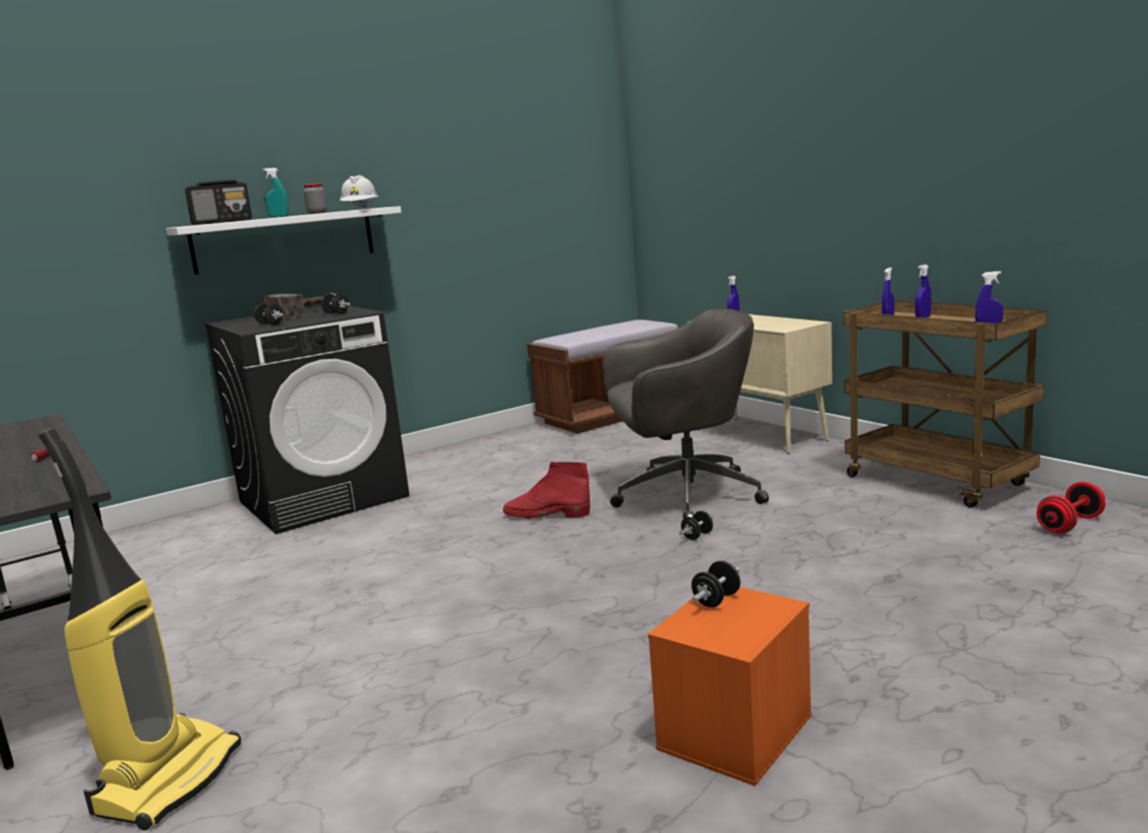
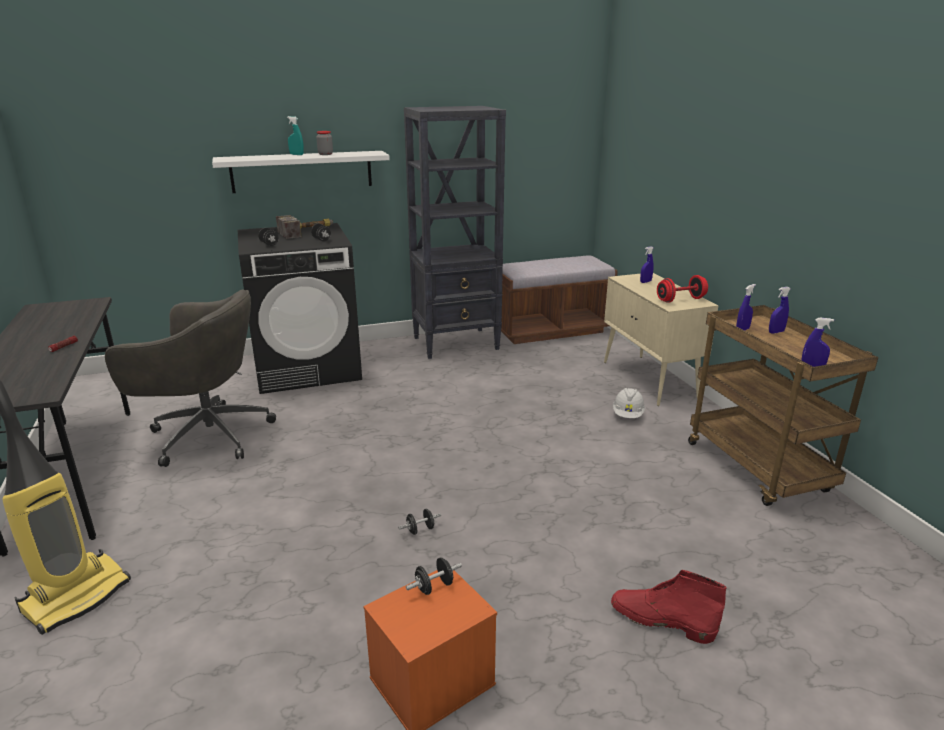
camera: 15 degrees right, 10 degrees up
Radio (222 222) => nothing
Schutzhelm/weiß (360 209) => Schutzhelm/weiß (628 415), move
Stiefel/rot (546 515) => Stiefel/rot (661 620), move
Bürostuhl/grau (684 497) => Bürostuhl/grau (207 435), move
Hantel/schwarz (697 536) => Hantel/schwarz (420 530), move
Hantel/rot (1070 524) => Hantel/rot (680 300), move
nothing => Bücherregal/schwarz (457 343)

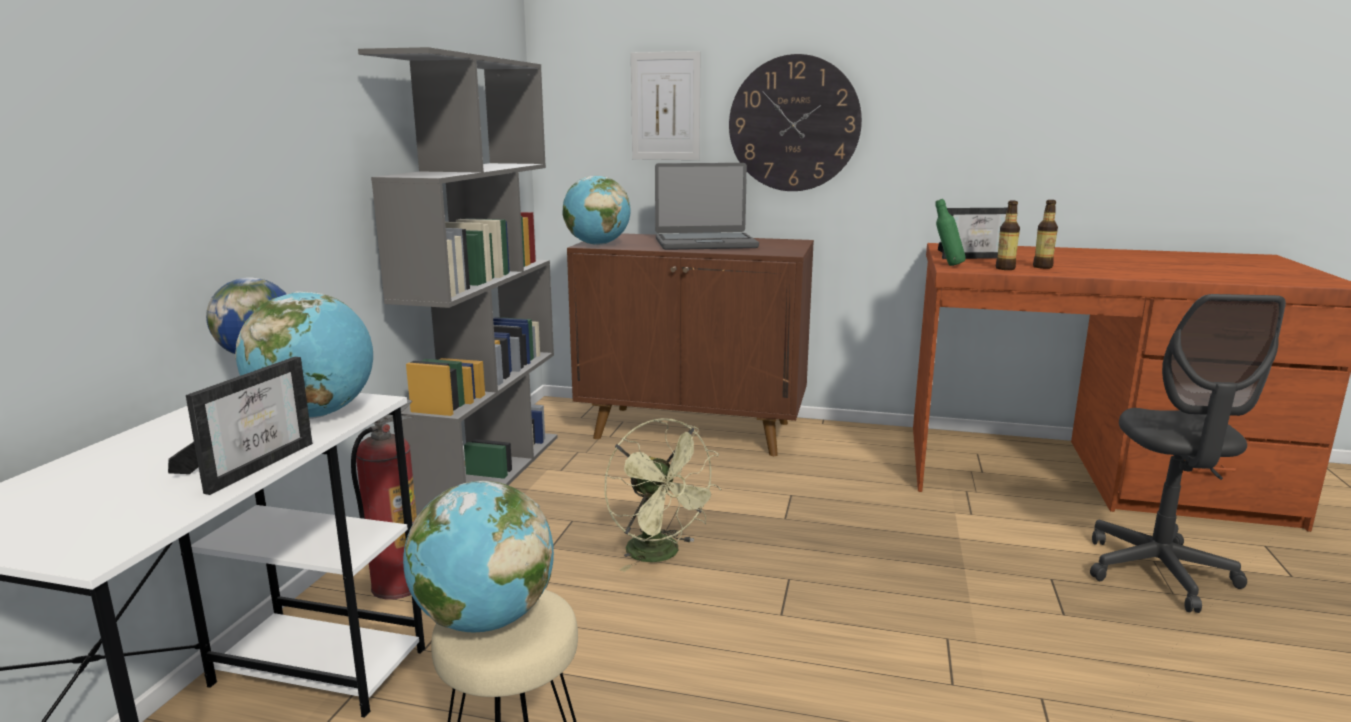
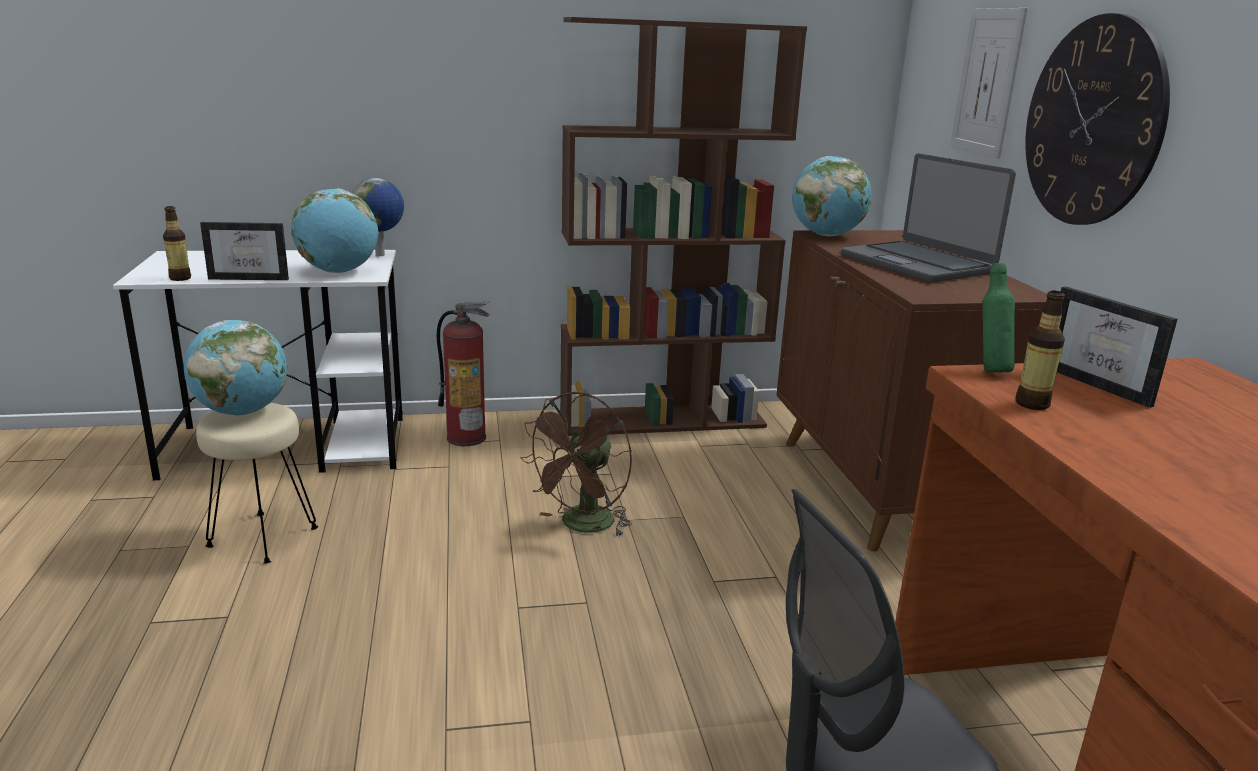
camera: 65 degrees right, 5 degrees up
Bücherregal/grau (489 473) => Bücherregal/braun (663 419)
Ventilator/grün (661 555) => Ventilator/braun (582 526)
Flasche (1042 267) => Flasche (180 278), move

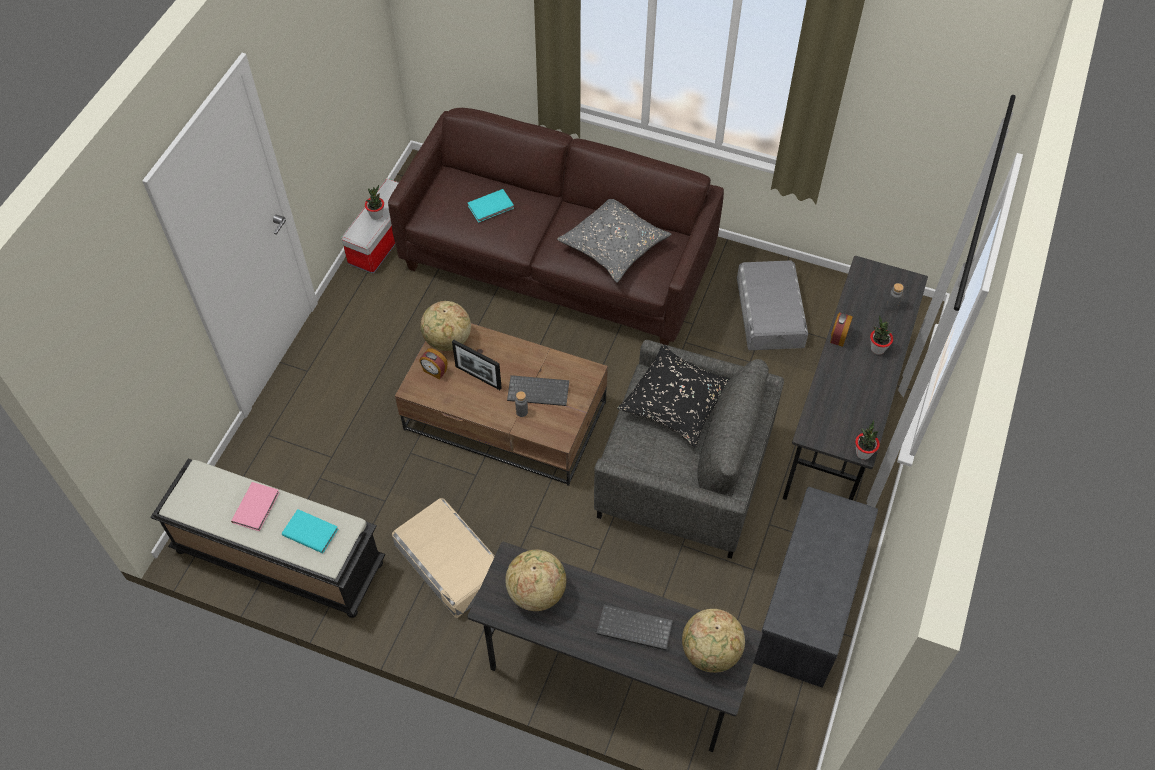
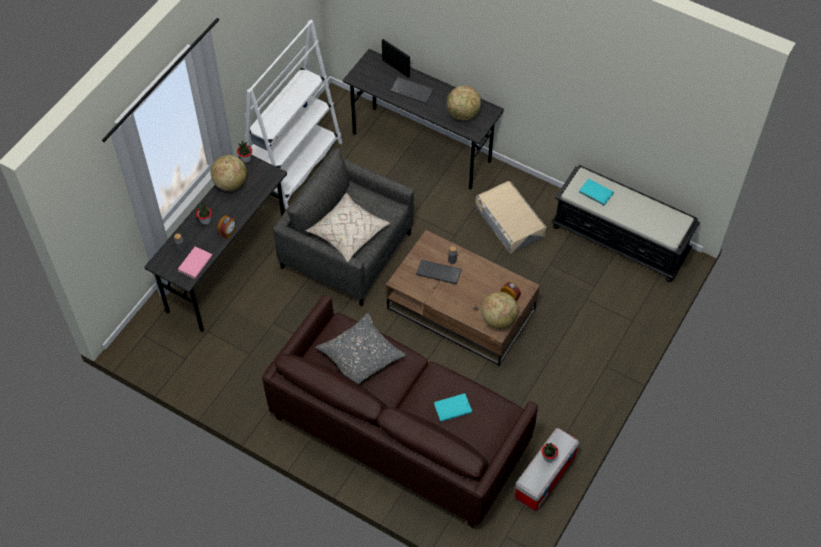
camera: 170 degrees left, 0 degrees up
Buch/rosa (257 507) => Buch/rosa (194 263), move
Bilderrahmen (478 377) => Bilderrahmen (396 68), move
Kissen/schwarz (676 403) => Kissen/beige (348 233)
Globus (710 652) => Globus (230 183), move
Aufbewahrungsbox/grau (769 311) => nothing
Bank/grau (808 606) => Bücherregal/weiß (294 166)

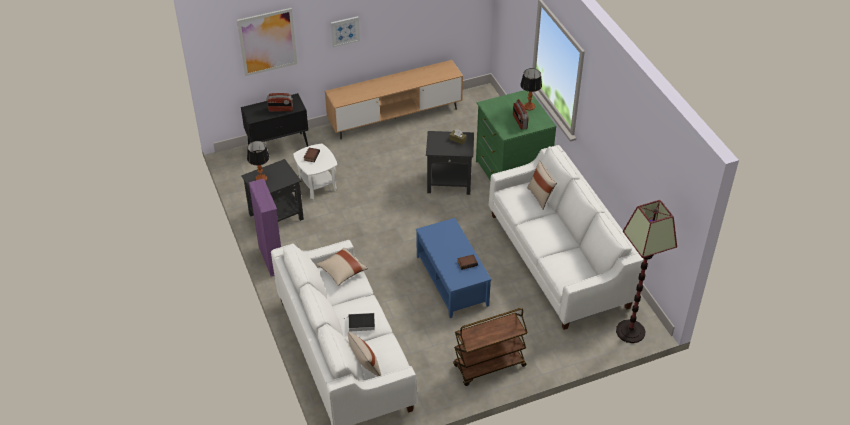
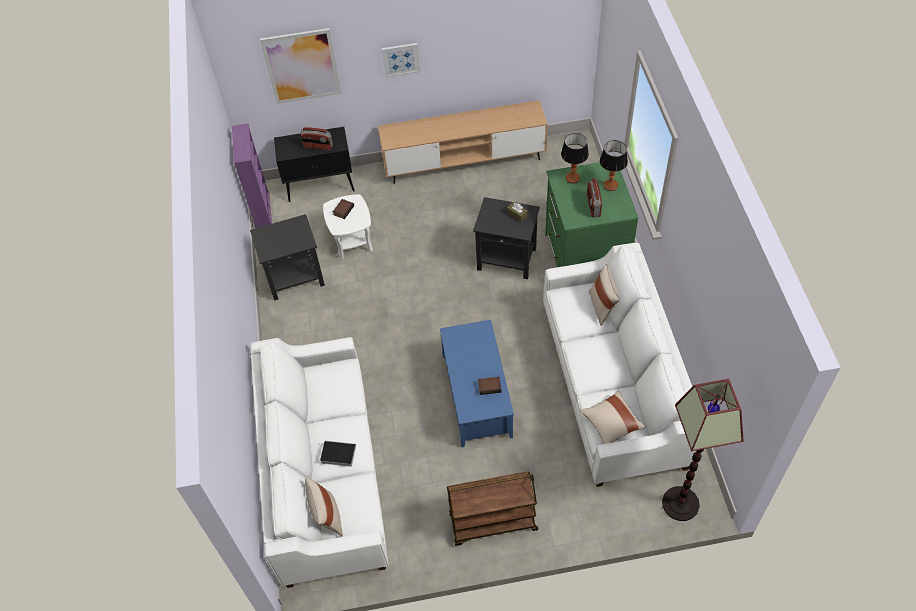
camera: 15 degrees right, 10 degrees up
Tischlampe (261 179) => Tischlampe (572 178), move
Bücherregal/lila (271 259) => Bücherregal/lila (262 210), move
Kissen/beige (342 271) => Kissen/beige (611 423), move

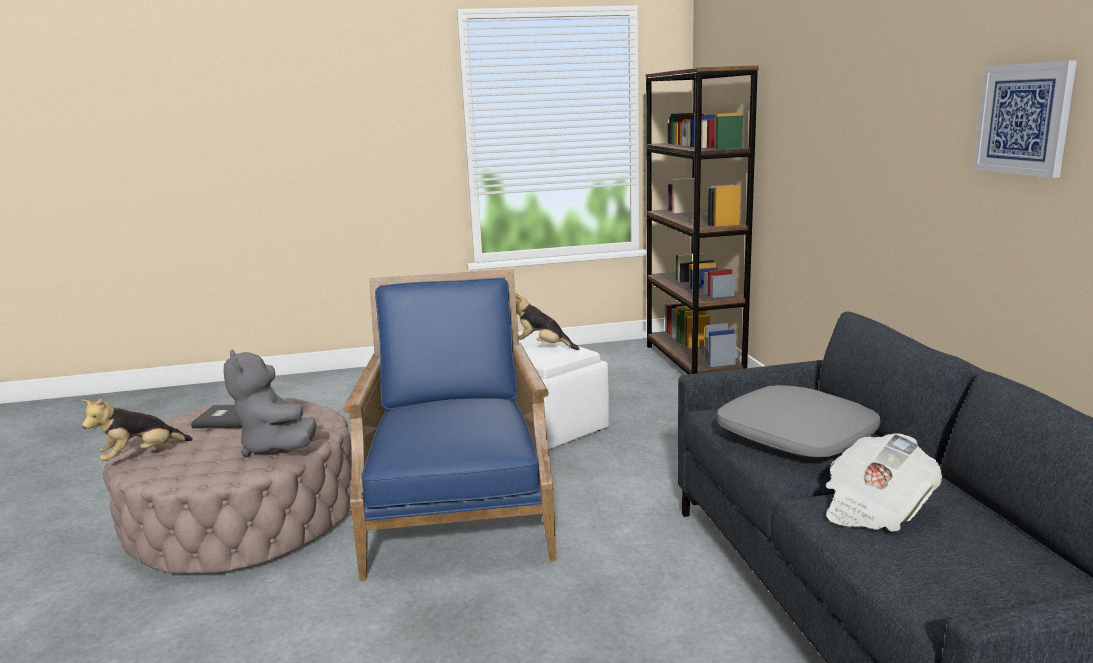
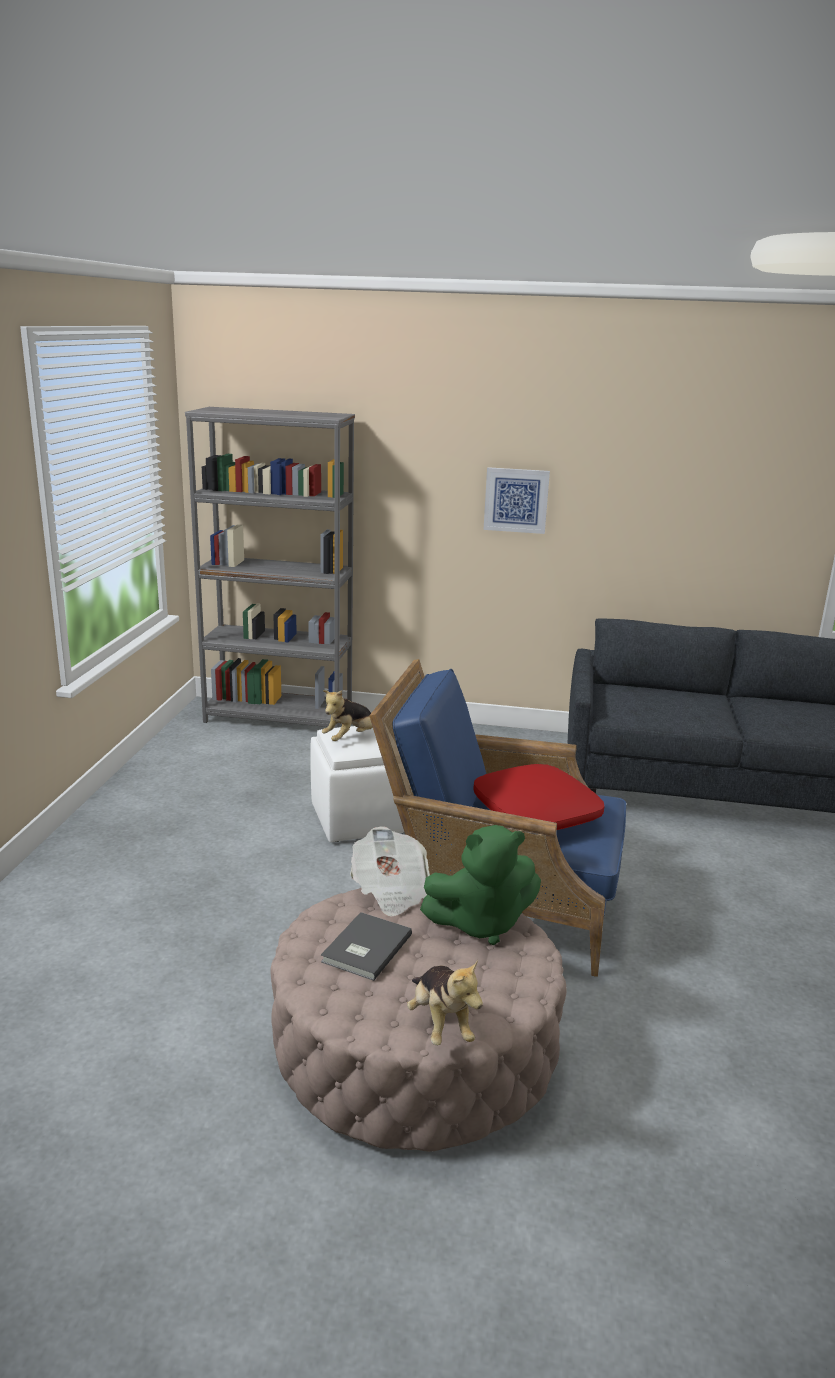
camera: 70 degrees left, 5 degrees up
Plüschtier/grau (275 447) => Plüschtier/grün (481 923)
Bücherregal/braun (693 362) => Bücherregal/grau (279 718)
Kissen/grau (796 437) => nothing
Zeitung (874 509) => Zeitung (390 891), move
Bild (1024 119) => Bild (516 500), move
nothing => Kissen/rot (537 812)

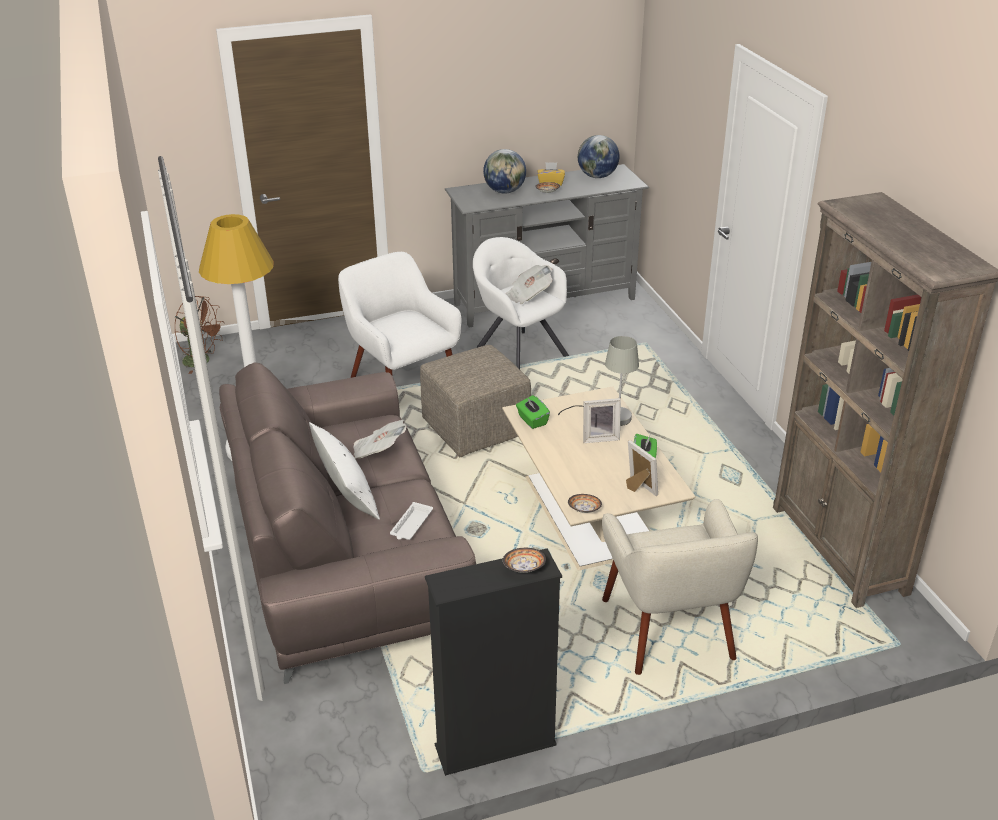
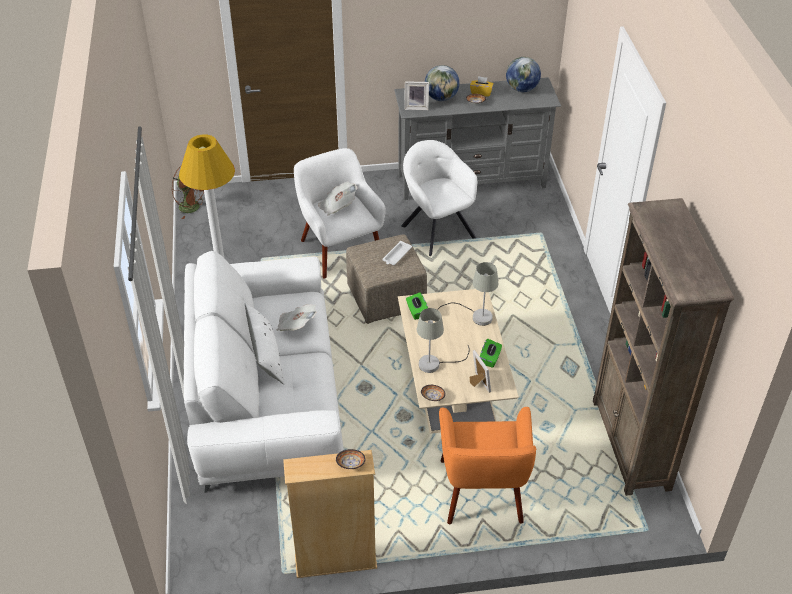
camera: 10 degrees right, 10 degrees up
Sofa/braun (346 554) => Sofa/weiß (266 395)
Tablett/weiß (411 525) => Tablett/weiß (396 255), move
Bücherregal/schwarz (495 746) => Bücherregal/beige (335 562)
Zeitung (528 296) => Zeitung (337 206), move
Bilderrahmen (600 437) => Bilderrahmen (416 107), move
Sessel/beige (669 630) => Sessel/orange (482 492)
nothing => Tischlampe/grau (435 363)

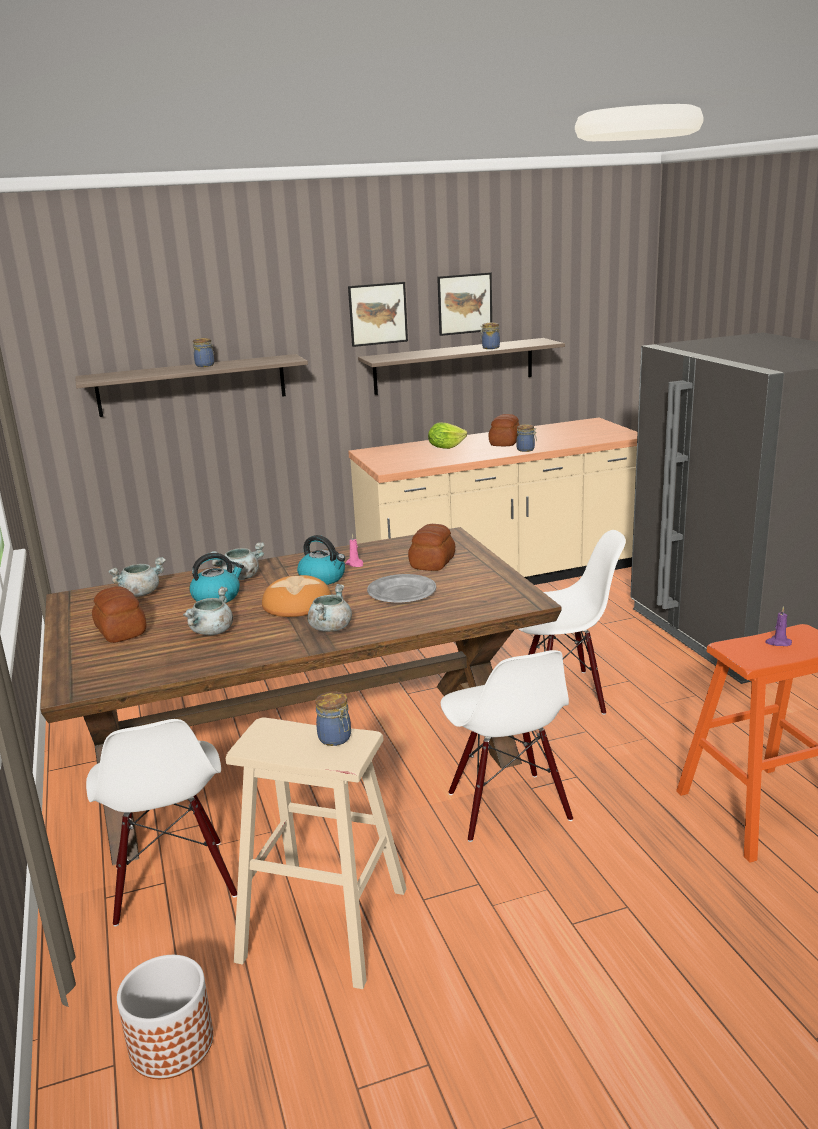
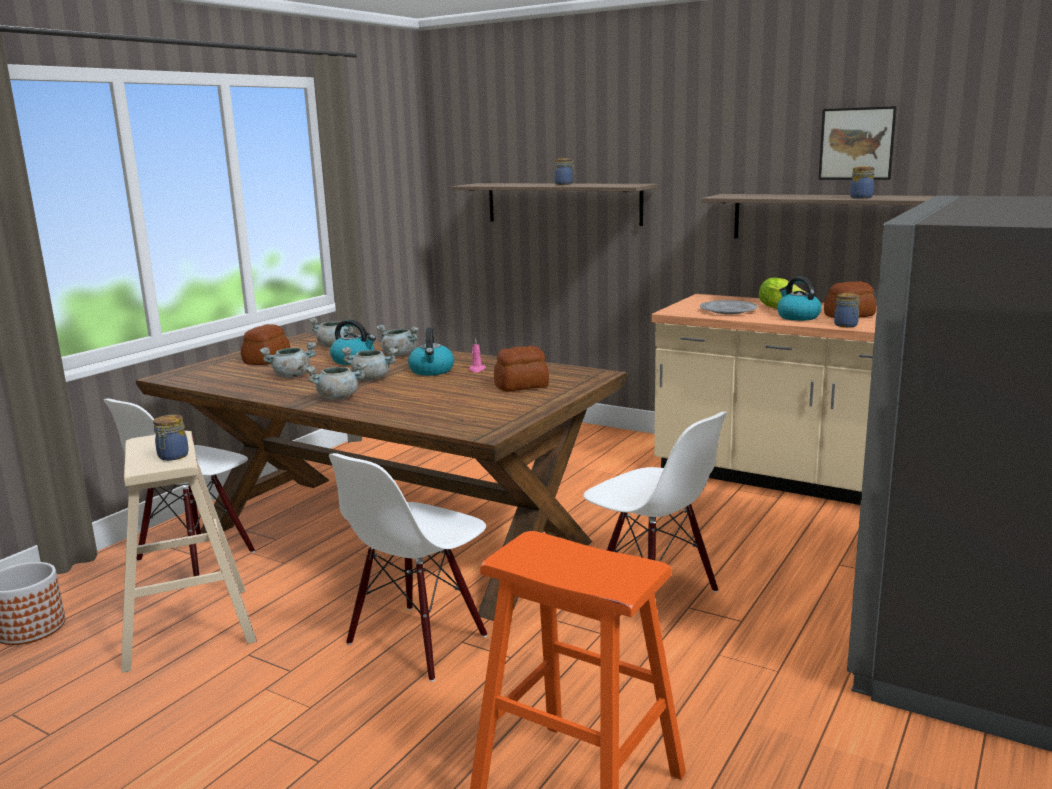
camera: 50 degrees right, 5 degrees down
Brot (297 603) => Kochtopf/grau (372 378)
Bild (378 314) => nothing
Teller/grau (401 593) => Teller/grau (727 311), move
Kerze/lila (778 642) => nothing
nothing => Wasserkessel (797 317)

